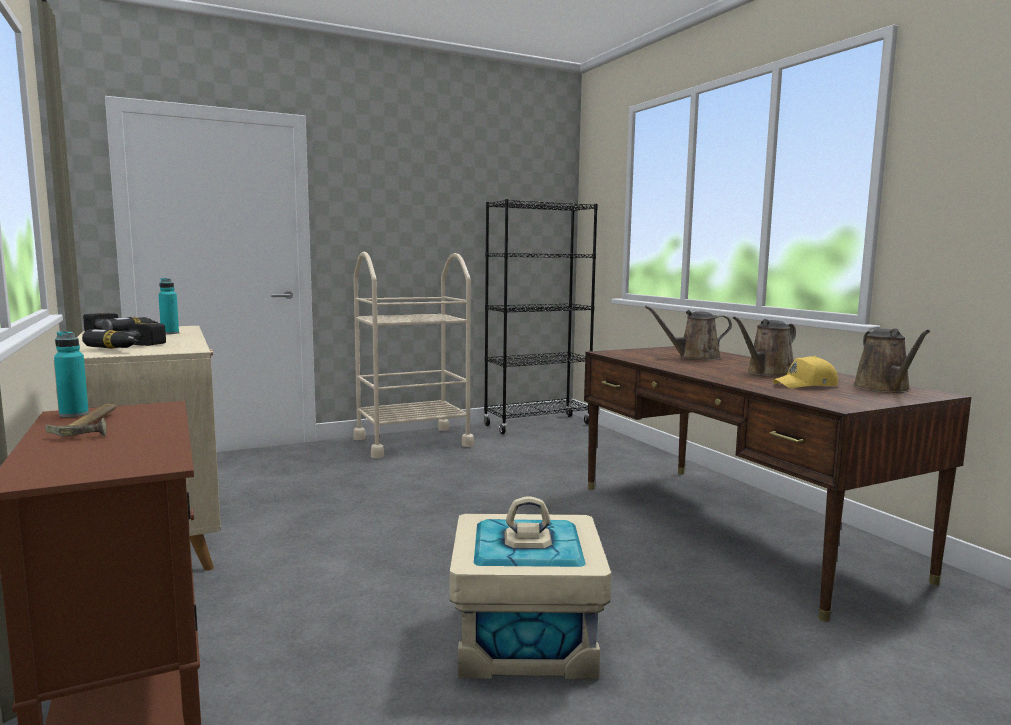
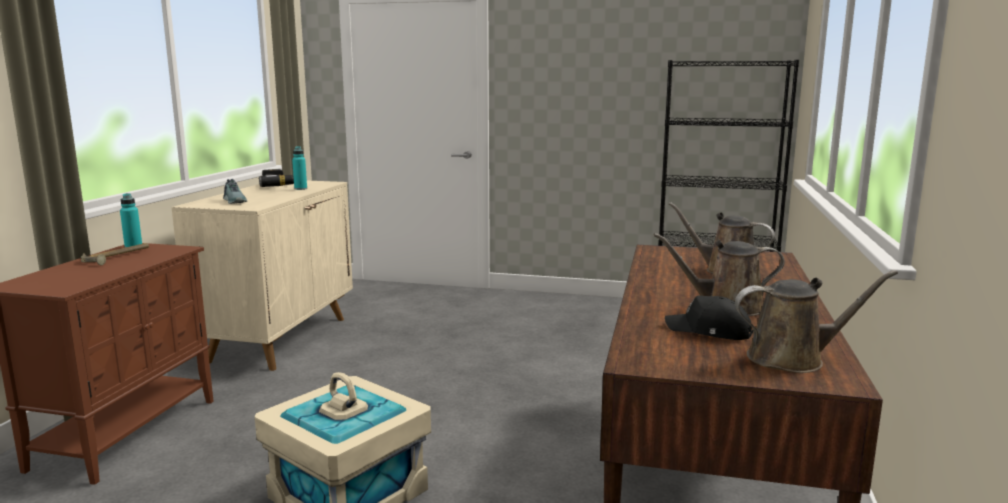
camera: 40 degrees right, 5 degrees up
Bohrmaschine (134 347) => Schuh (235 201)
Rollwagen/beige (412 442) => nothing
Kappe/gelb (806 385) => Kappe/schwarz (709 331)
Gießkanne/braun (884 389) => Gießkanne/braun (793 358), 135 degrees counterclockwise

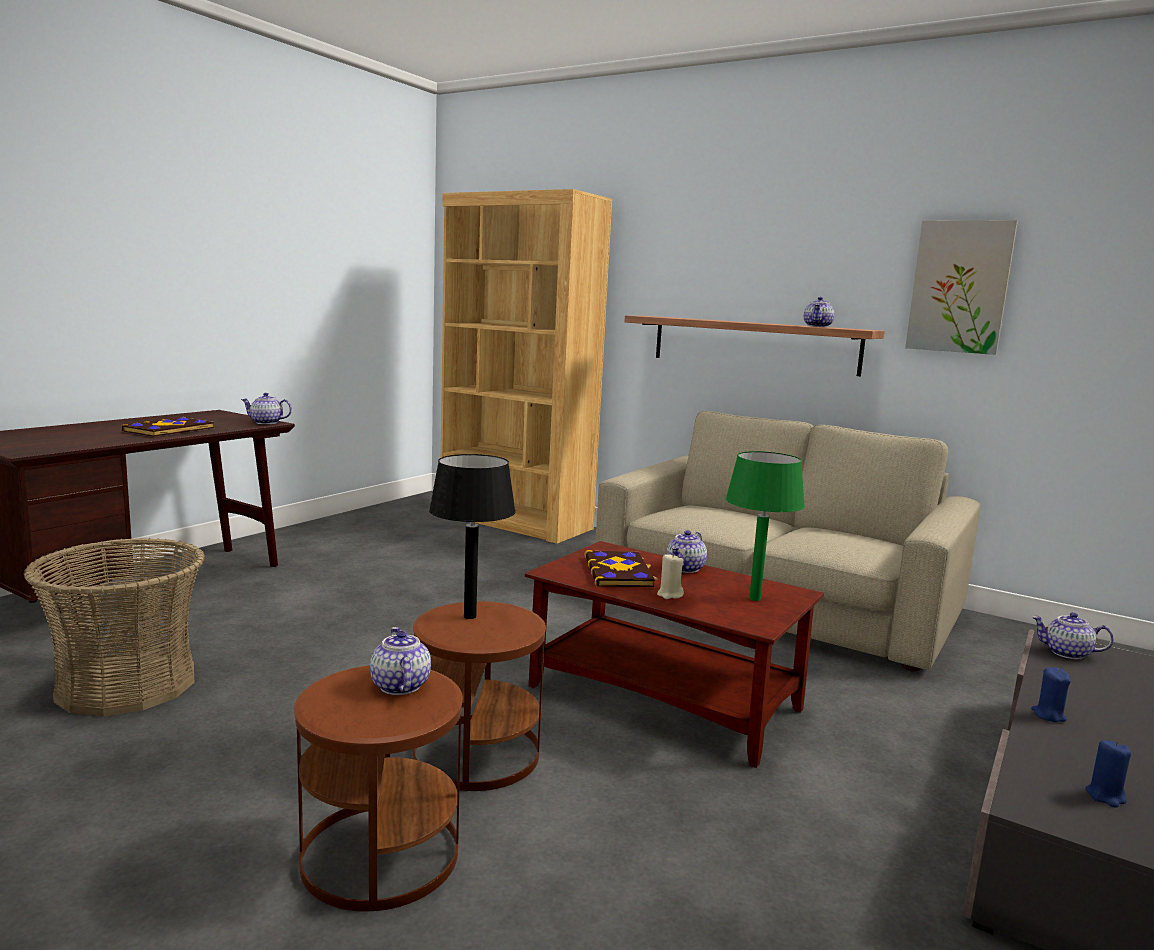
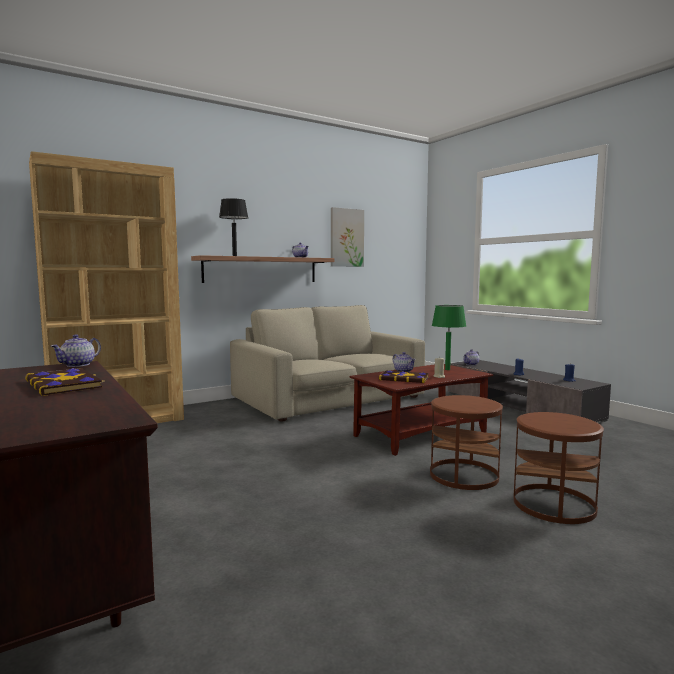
camera: 65 degrees left, 5 degrees down
Korb (126 684) => nothing
Teekanne (399 685) => nothing
Tischlampe/schwarz (470 616) => Tischlampe/schwarz (234 256), move

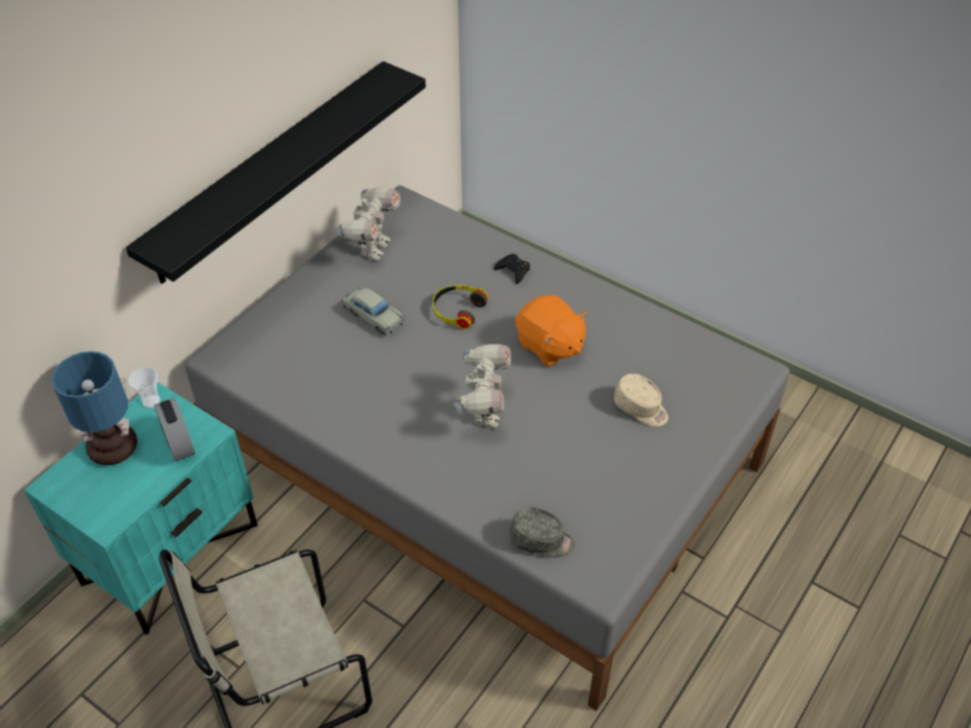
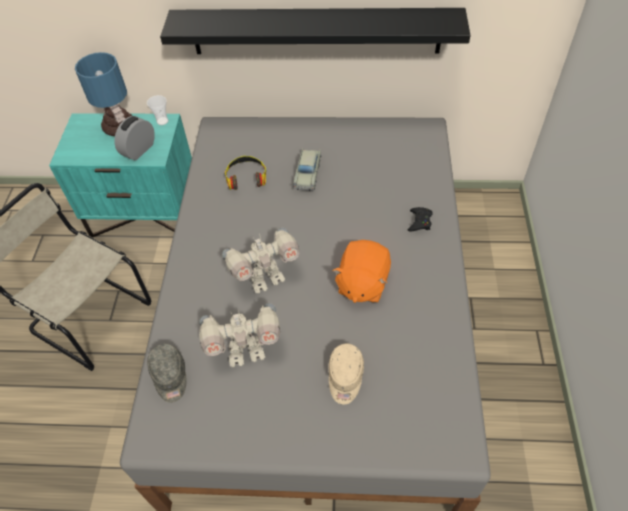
camera: 60 degrees right, 5 degrees up
Spielzeugroboter (372 248) => Spielzeugroboter (245 352), move
Kopfhörer (458 310) => Kopfhörer (246 177), move

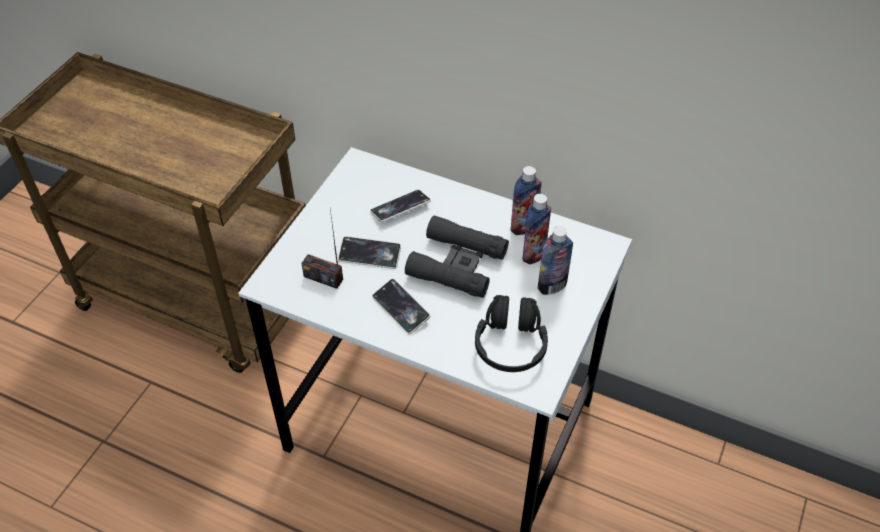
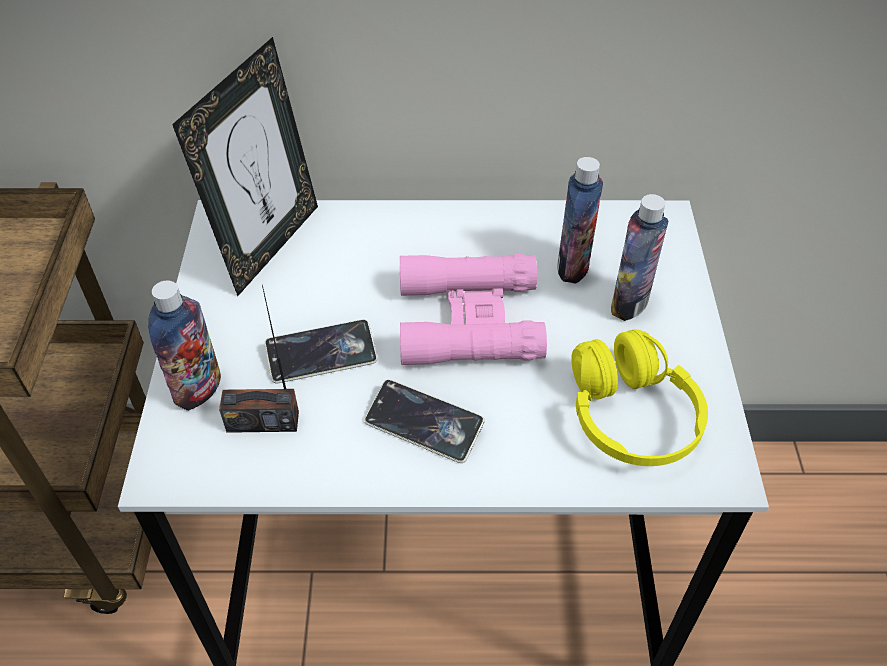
camera: 25 degrees left, 0 degrees up
Handy (400 208) => nothing
Fernglas/schwarz (457 264) => Fernglas/rosa (469 320)
Kopfhörer/schwarz (510 344) => Kopfhörer/gelb (630 416)
Flasche (523 227) => Flasche (198 389), move
nothing => Bilderrahmen (269 245)

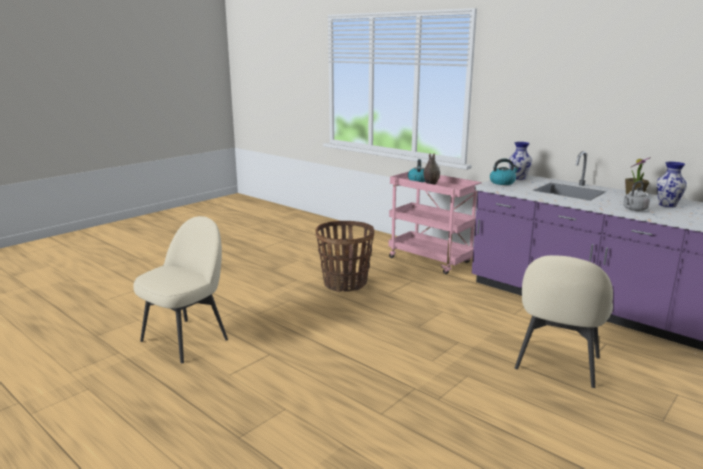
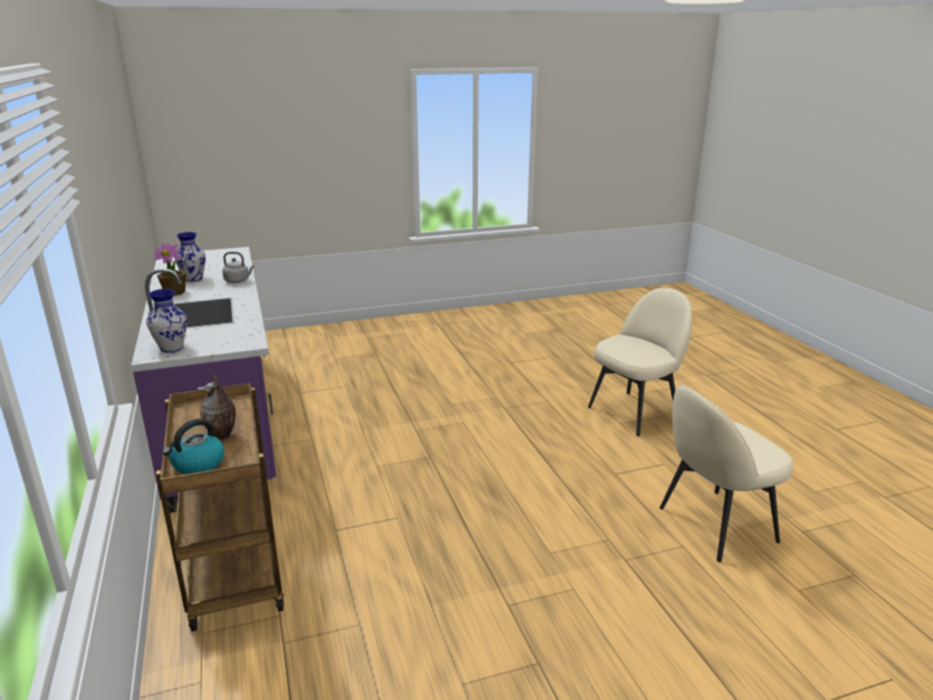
camera: 150 degrees left, 5 degrees up
Korb (345 283) => nothing
Rollwagen/rosa (431 260) => Rollwagen/braun (233 570)
Wasserkessel (502 182) => nothing
Stuhl/beige (557 364) => Stuhl/beige (635 412), move

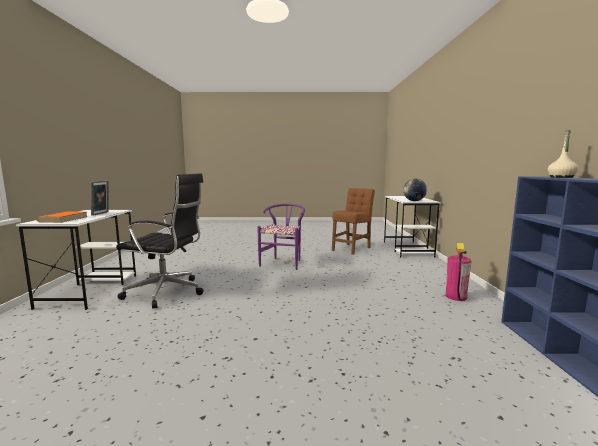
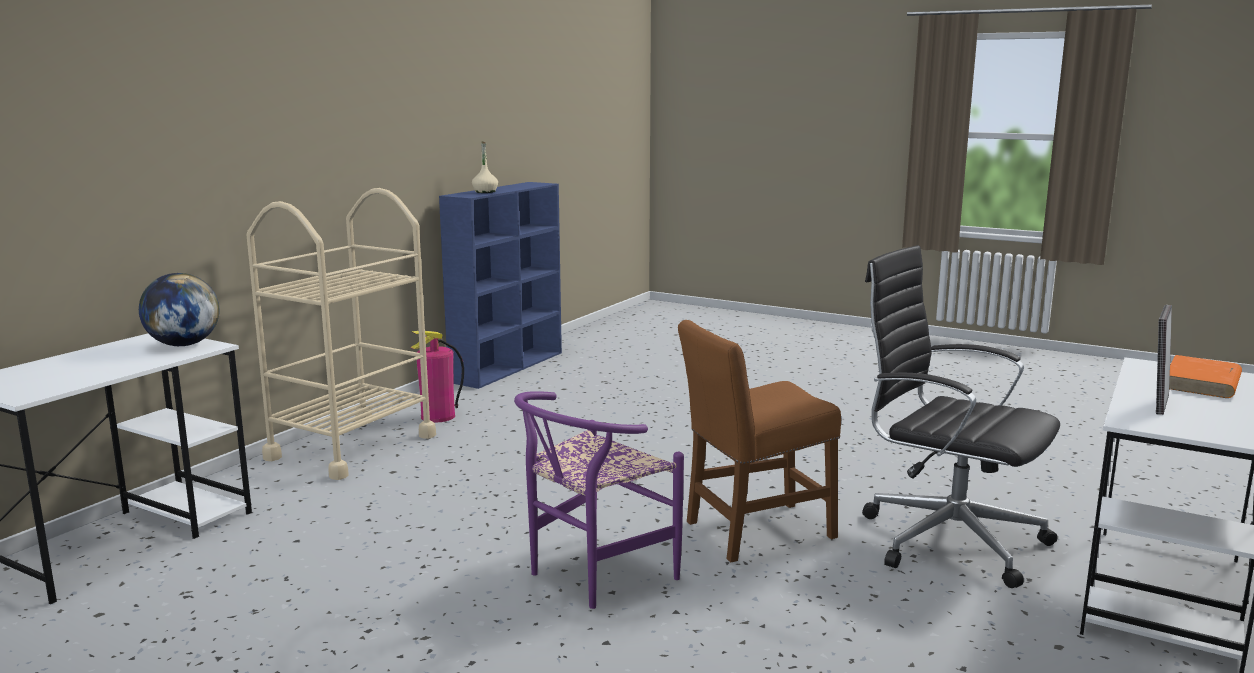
camera: 150 degrees left, 5 degrees up
Stuhl/braun (352 248) => Stuhl/braun (753 532), move
nothing => Rollwagen/beige (352 447)

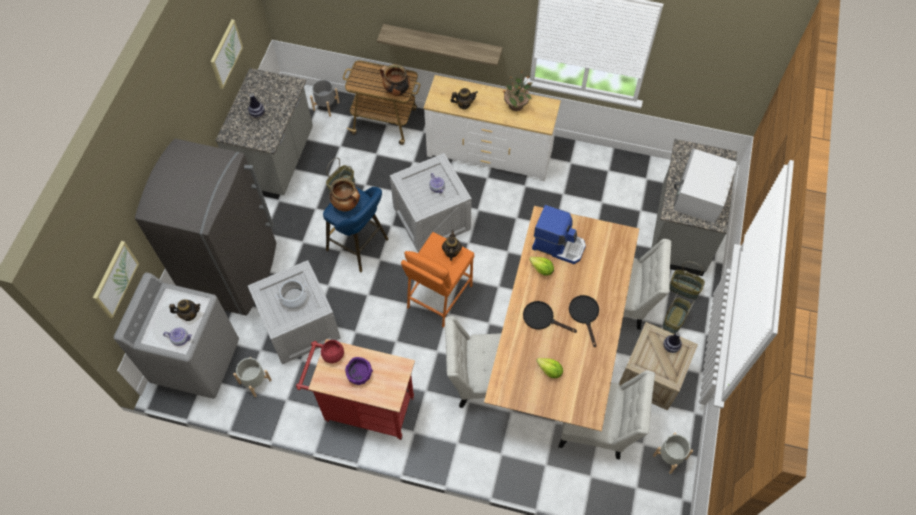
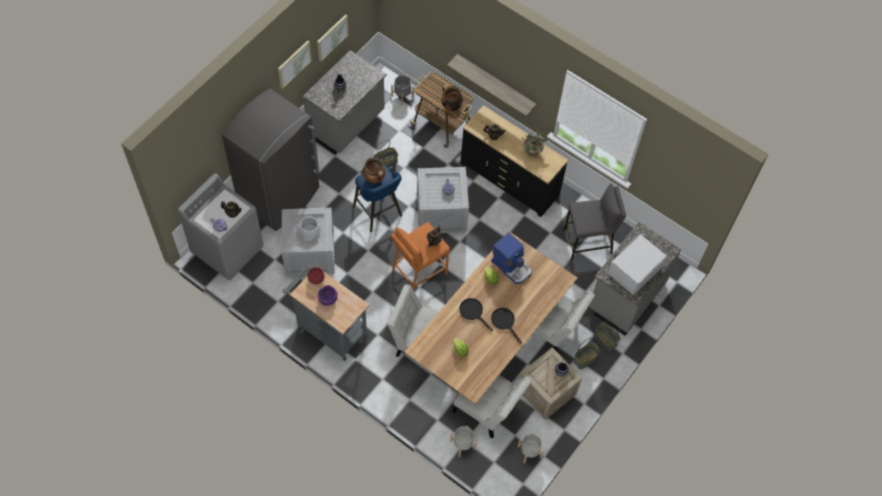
camera: 20 degrees right, 0 degrees up
Bild (115 279) => Bild (294 64), move
Pflanzkübel/grau (255 381) => Pflanzkübel/grau (462 444), move
Rollwagen/rot (364 408) => Rollwagen/grau (329 329)
Kommode/weiß (489 153) => Kommode/schwarz (509 179)
Pfanne/schwarz (585 314) => Pfanne/schwarz (505 322), 45 degrees counterclockwise
nothing => Hocker/grau (588 242)

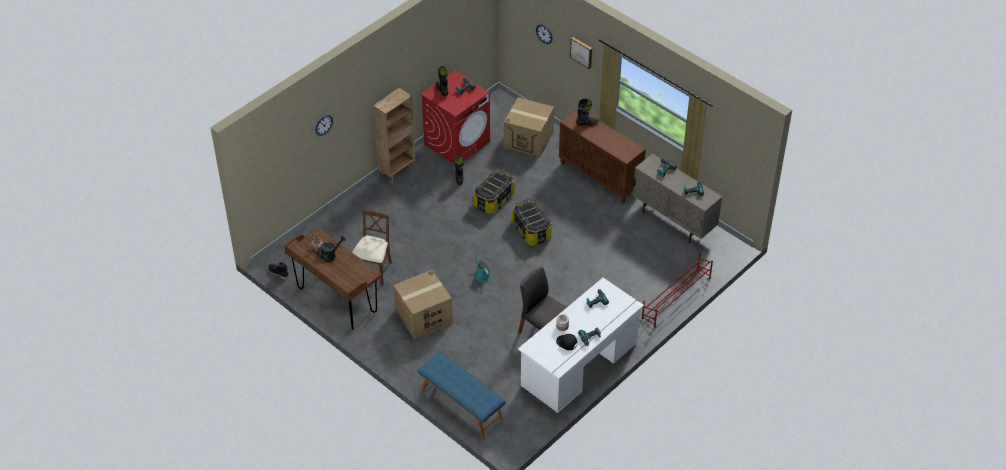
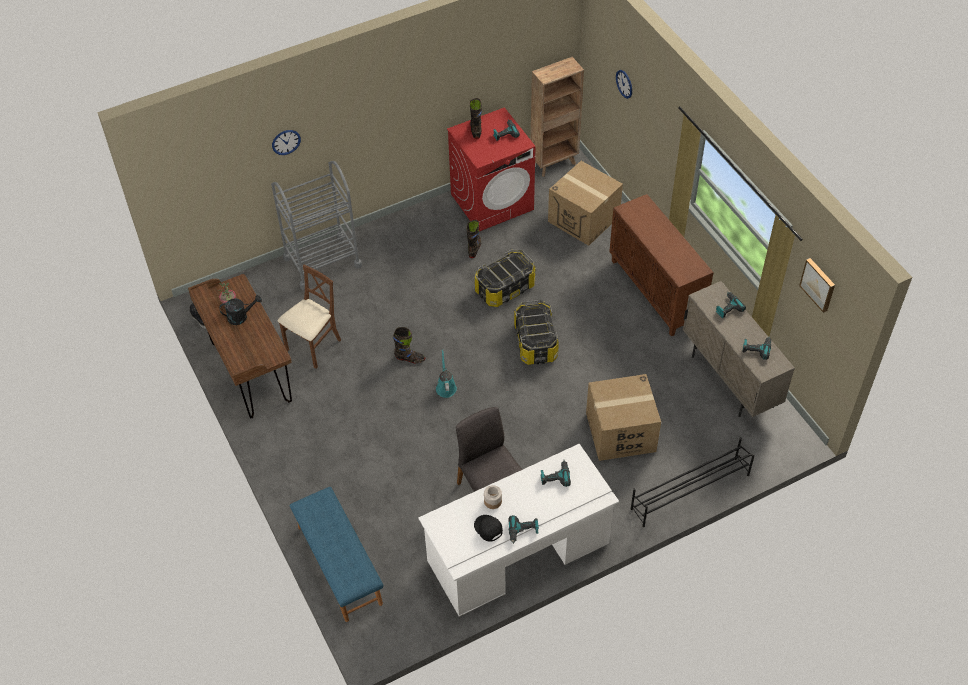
camera: 20 degrees right, 5 degrees up
Bücherregal/braun (397 171) => Bücherregal/braun (554 163), move
Karton (423 317) => Karton (620 432), move
Bild (582 52) => Bild (818 284), move
Stiefel/schwarz (587 124) => Stiefel/schwarz (410 358), move
Schuhregal/rot (675 298) => Schuhregal/schwarz (689 491)
nothing => Rollwagen/grau (322 262)

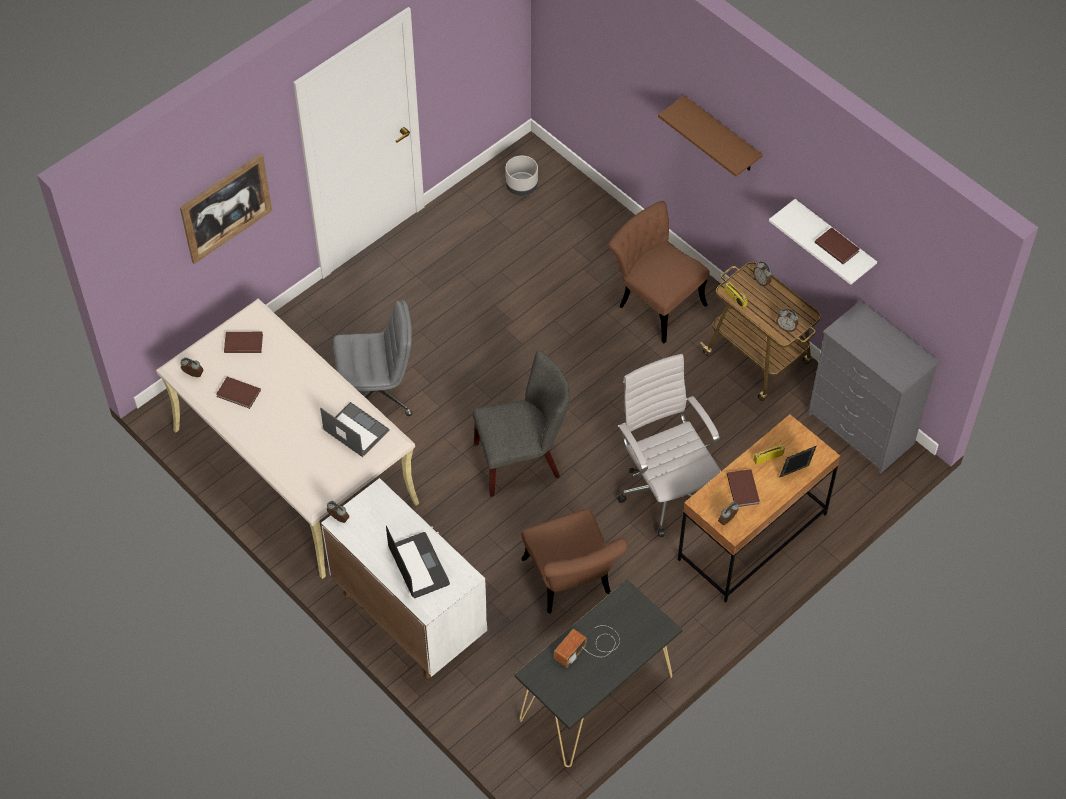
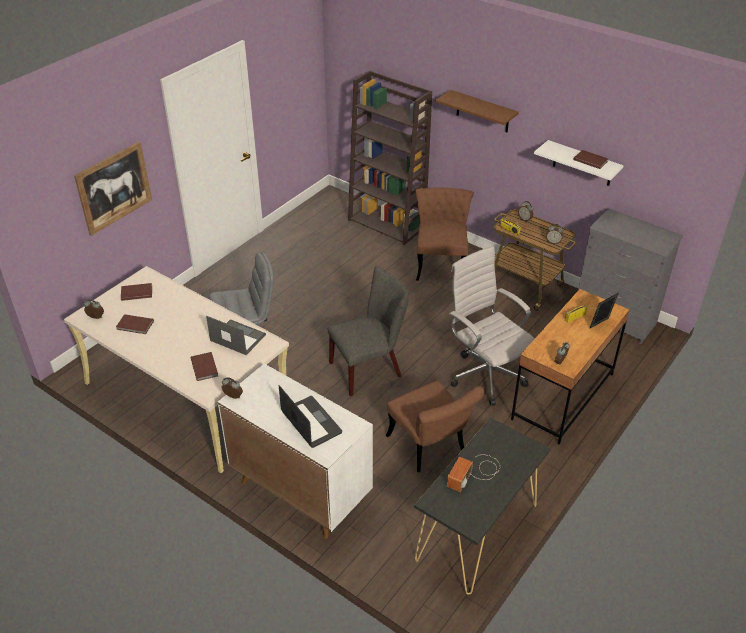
camera: 10 degrees left, 15 degrees down
Pflanzkübel/grau (522 186) => nothing
Stuhl/braun (655 301) => Stuhl/braun (440 263), 60 degrees clockwise
Buch/braun (743 488) => Buch/braun (205 367), move
nothing => Bücherregal/braun (387 224)

